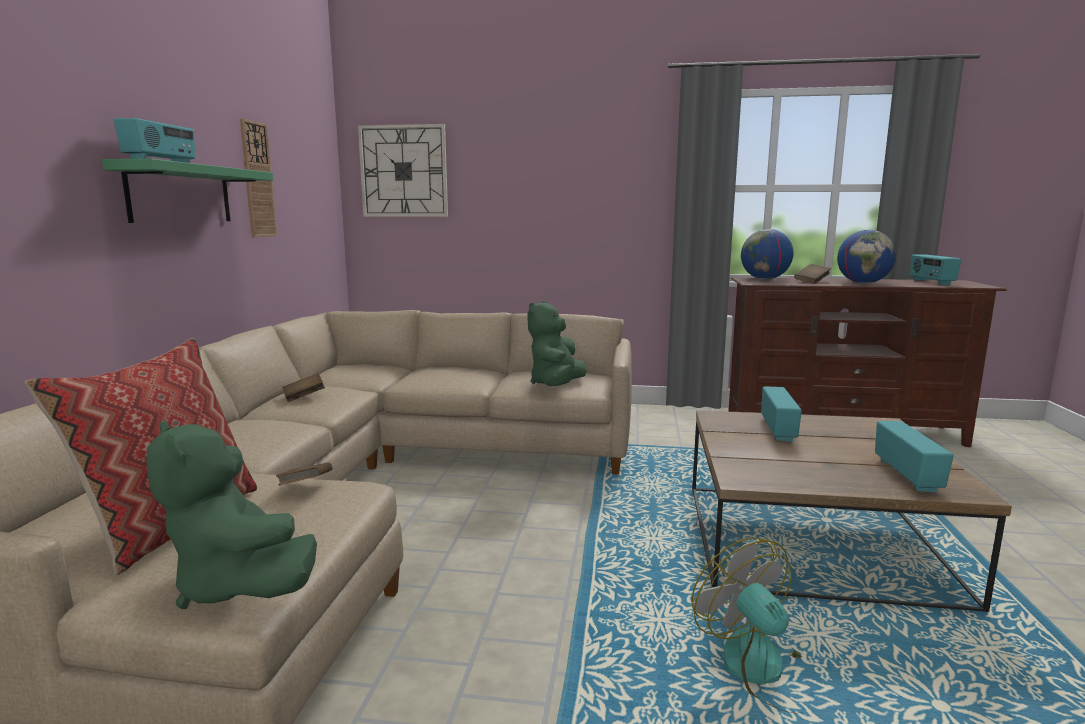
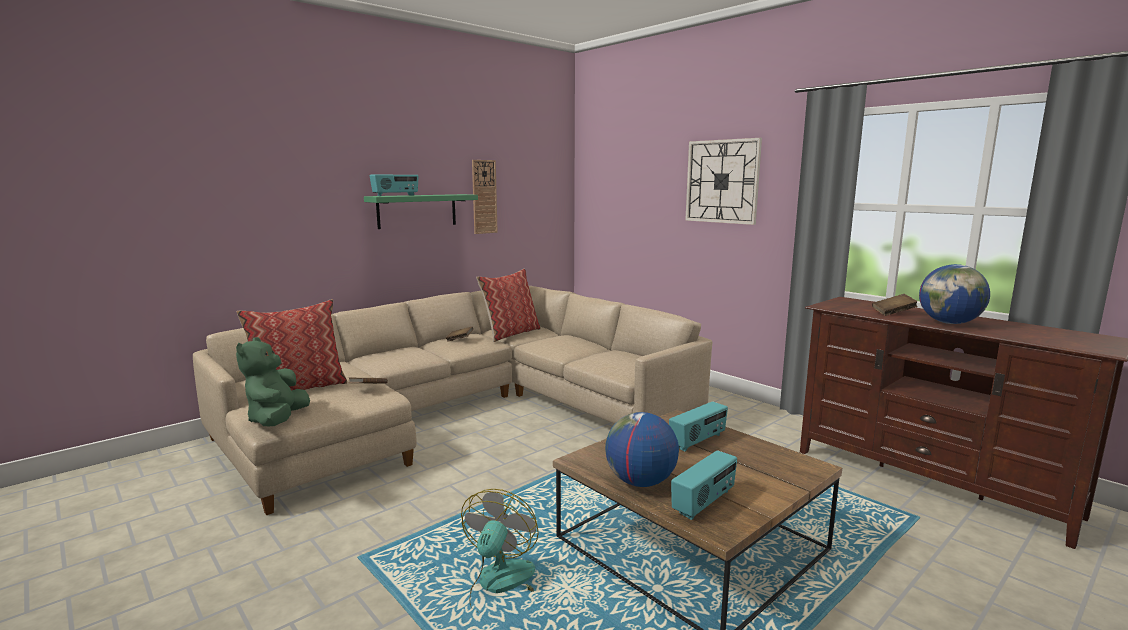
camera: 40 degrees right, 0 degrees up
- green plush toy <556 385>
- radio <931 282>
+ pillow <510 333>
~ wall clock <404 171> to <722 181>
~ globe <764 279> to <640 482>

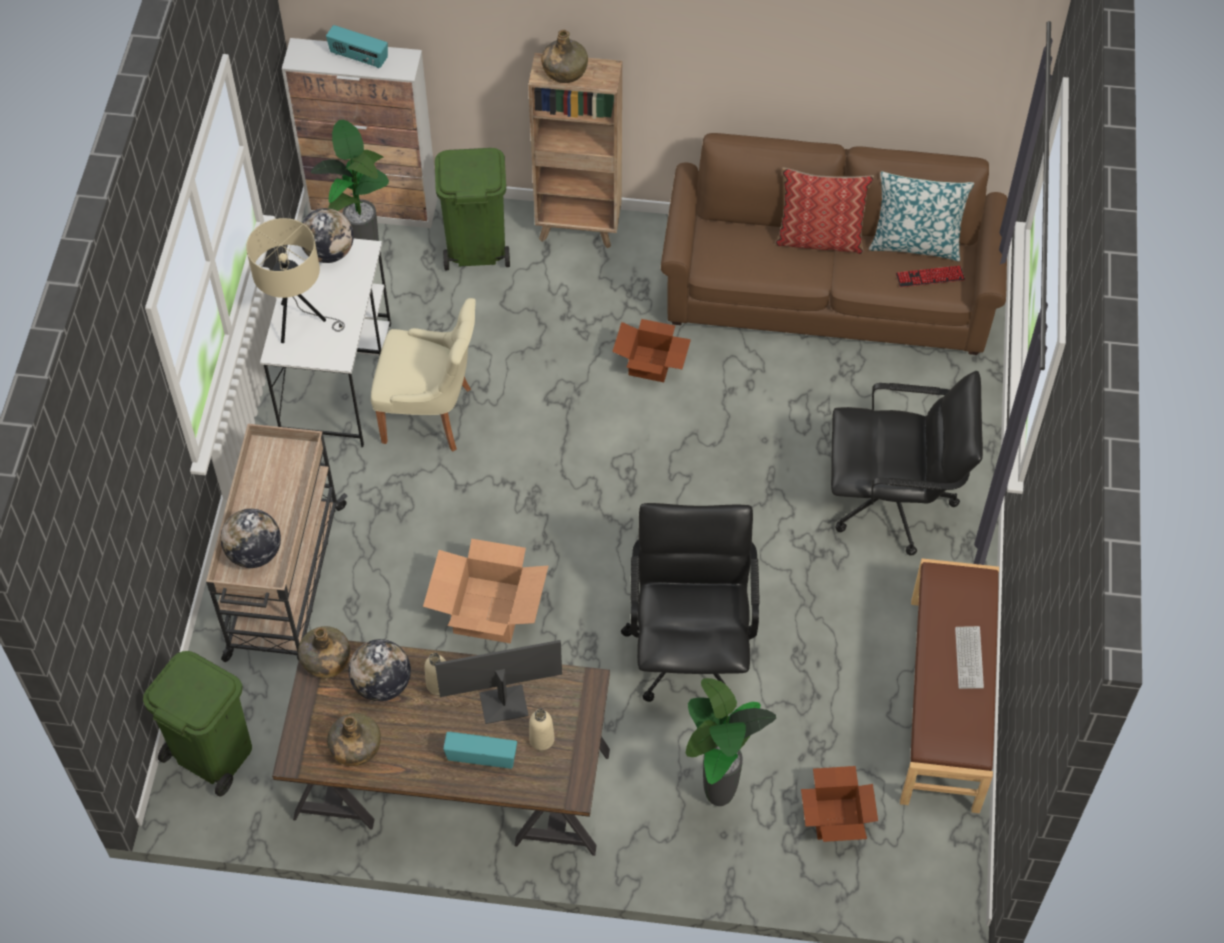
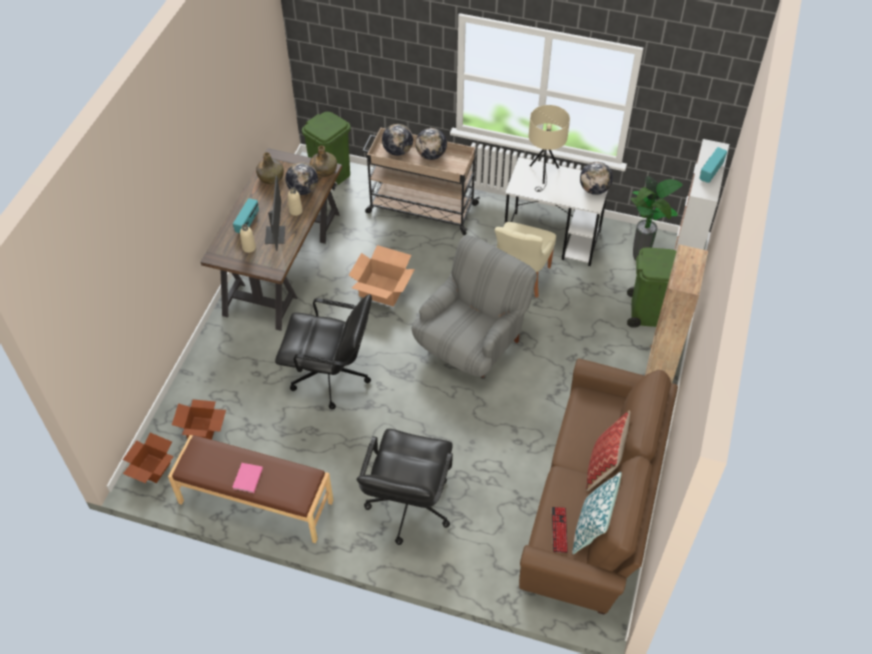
camera: 100 degrees right, 5 degrees down
- green bottle <565 71>
- potted plant <718 799>
+ grey armchair <471 343>
+ globe <431 155>
~ cardboard box <651 365> to <151 469>
~ keyboard <969 658> to pink book <247 479>

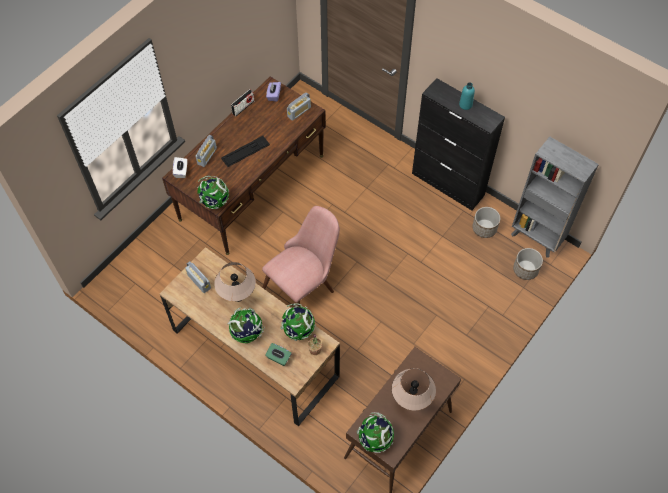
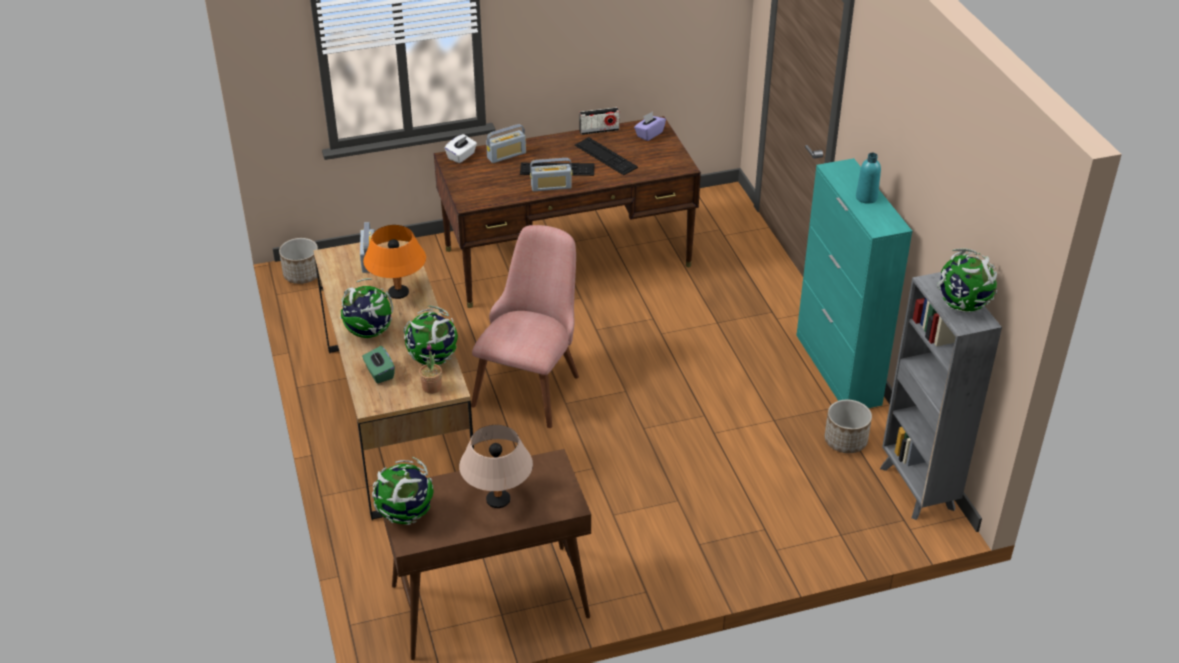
camera: 35 degrees right, 20 degrees down
+ keyboard <605 156>
~ globe <214 202> to <962 305>
~ radio <299 112> to <551 186>
~ planter <525 269> to <302 274>
~ beige table lamp <238 296> to orange table lamp <398 293>
~ black cabinet <448 184> to turquoise cabinet <838 370>
~ pink chair <304 285> = <532 382> 60 degrees counterclockwise

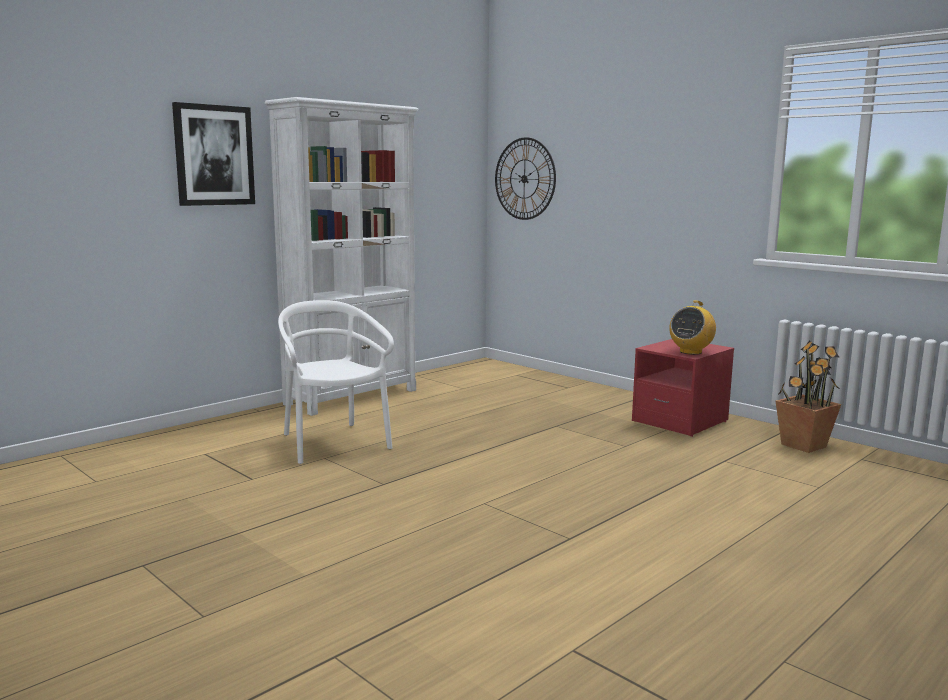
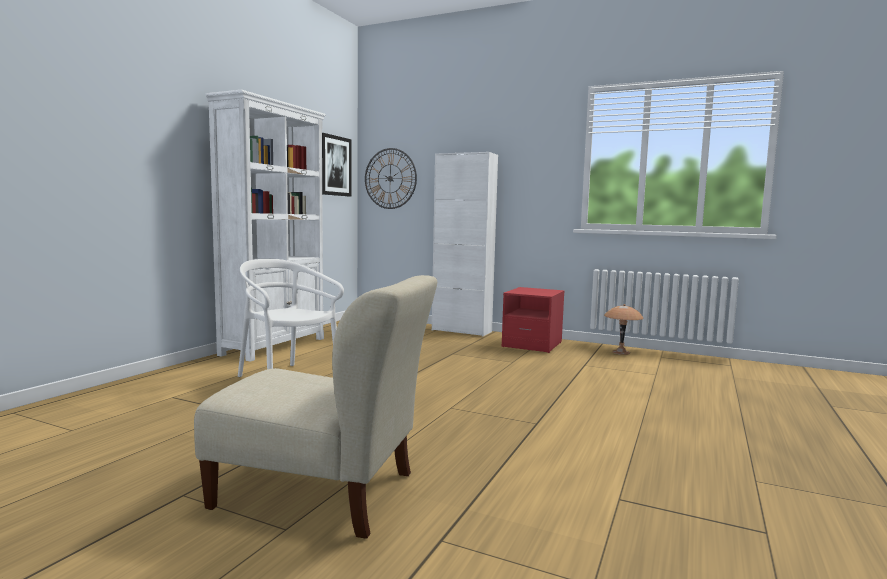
camera: 20 degrees left, 5 degrees down
- radio <690 352>
+ beige chair <323 493>
+ white cabinet <461 331>
~ picture <214 155> to <335 166>
~ potted plant <803 445> to brown table lamp <621 352>

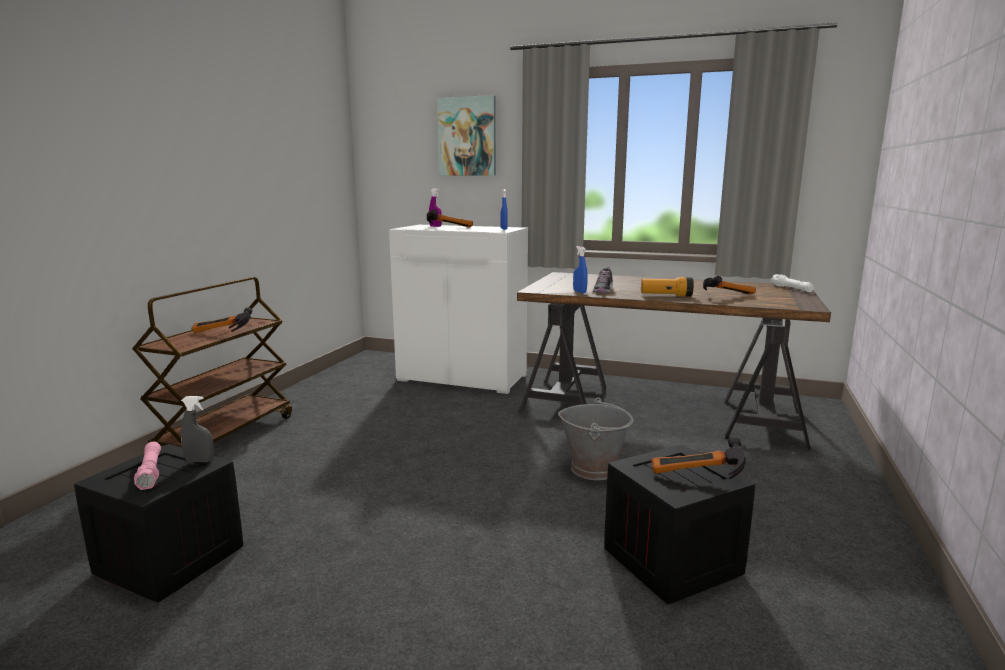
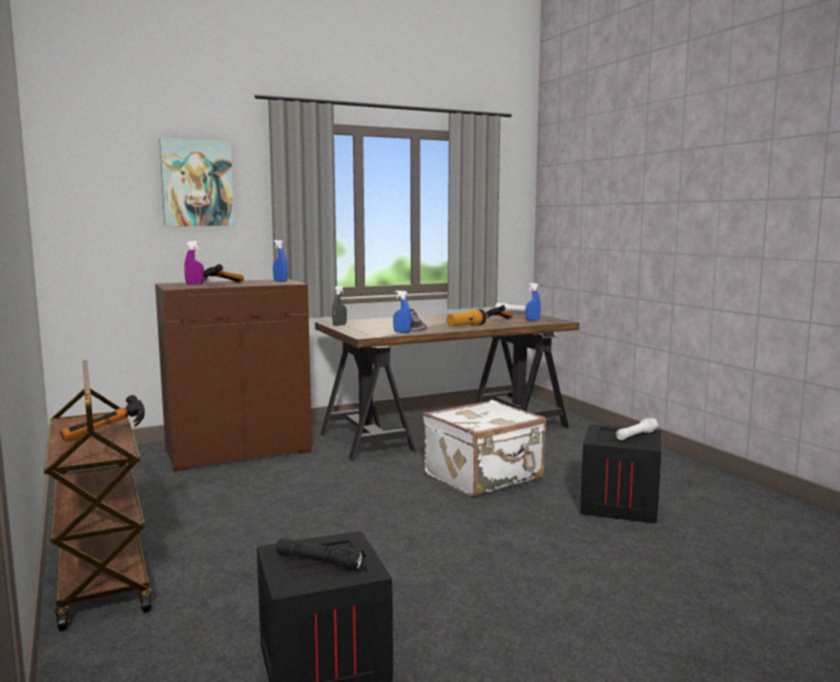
camera: 45 degrees left, 5 degrees down
+ blue spray bottle <532 320>
~ grey spray bottle <199 461> to <339 325>
~ grey bucket <594 468> to white suitcase <485 477>
~ hammer <697 477> to white flashlight <636 435>
~ pink flashlight <150 472> to black flashlight <320 562>
~ white cabinet <463 377> to brown cabinet <239 451>

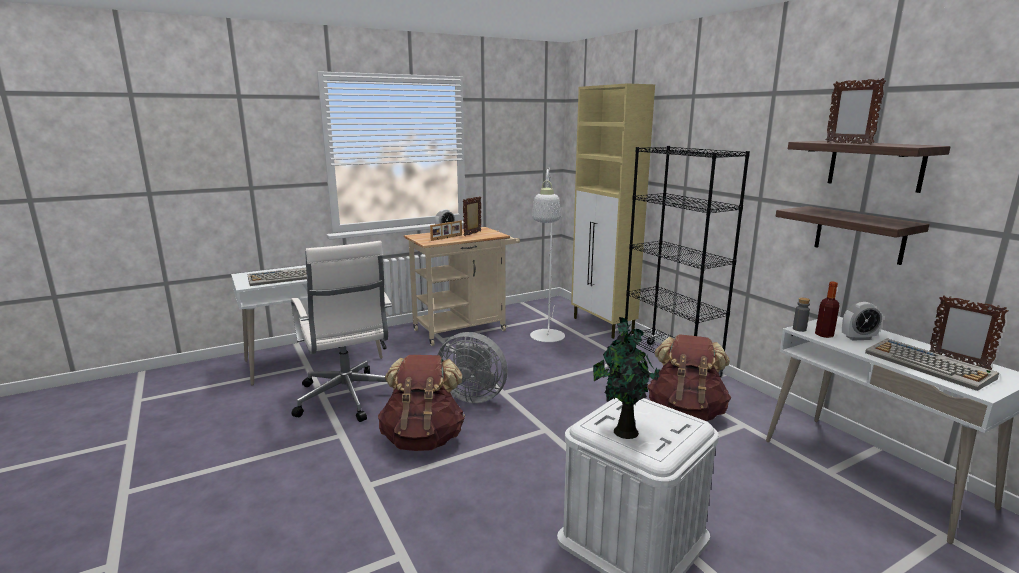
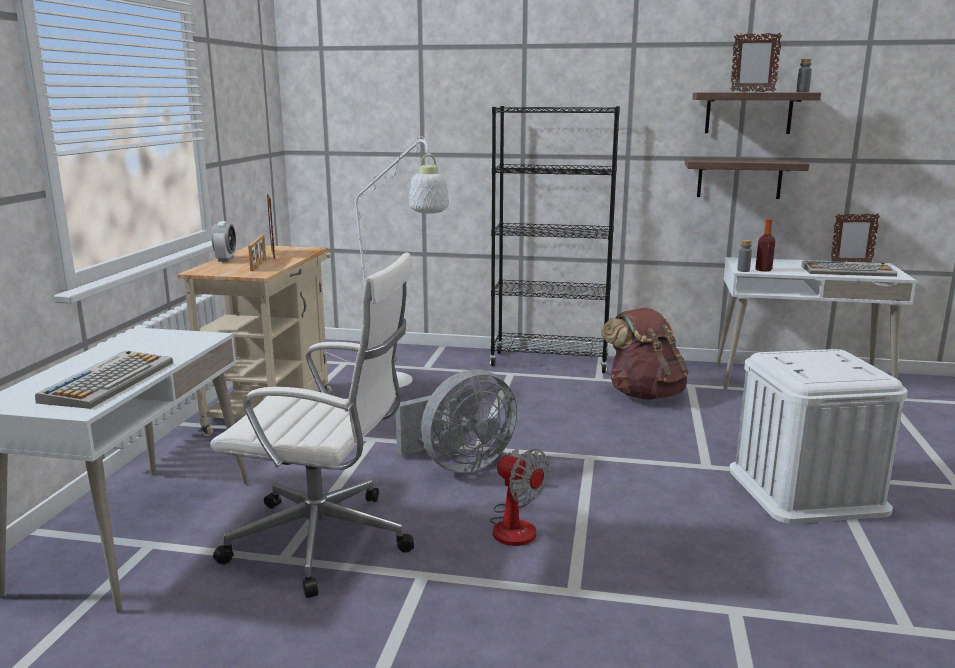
camera: 50 degrees left, 0 degrees up
- beige cabinet <603 326>
- potted plant <623 431>
- alarm clock <858 338>
+ grey bottle <802 92>
~ brown backpack <423 439> to fan <515 524>

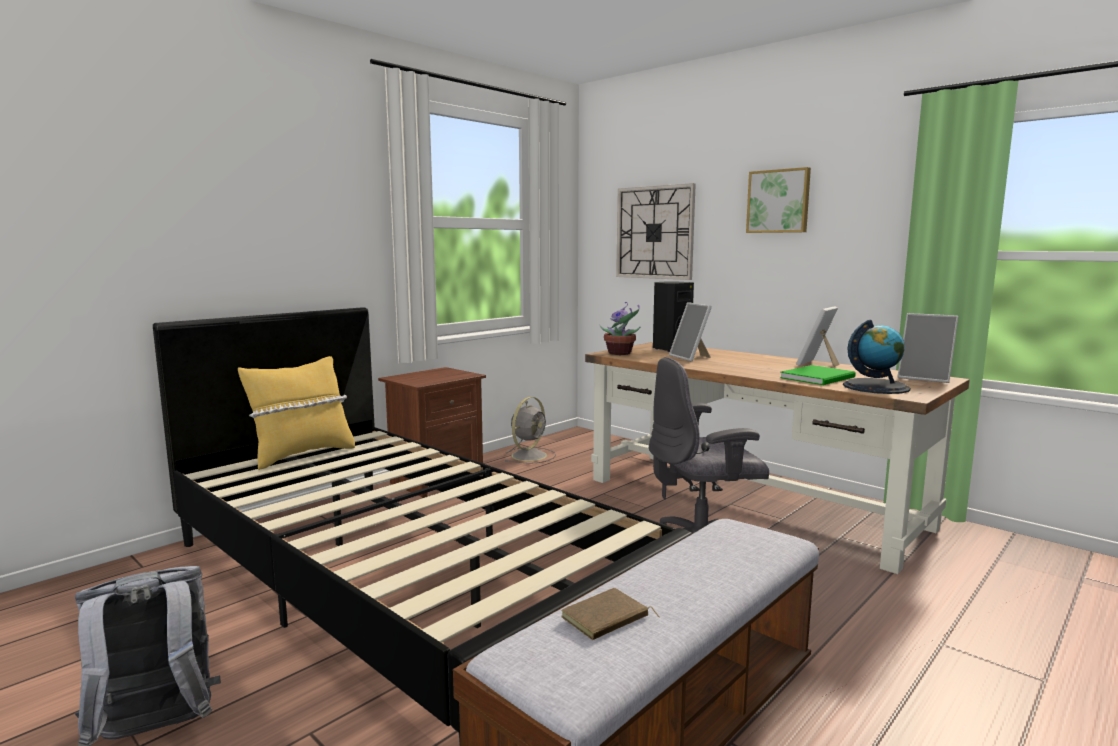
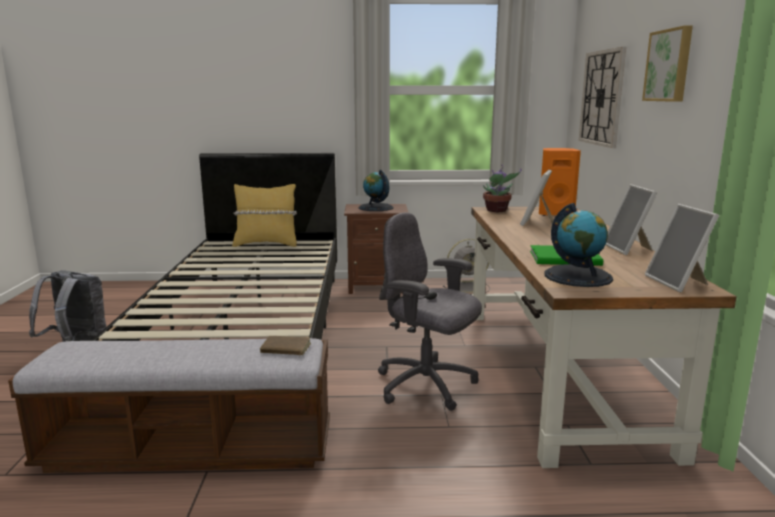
camera: 45 degrees right, 5 degrees up
+ globe <375 207>
~ brown book <606 619> to <285 349>
~ black speaker <670 349> to orange speaker <555 214>
~ picture frame <818 364> = <628 249> 90 degrees counterclockwise

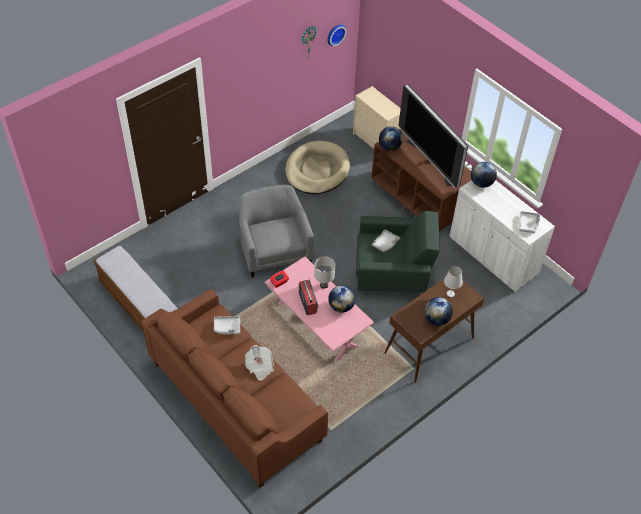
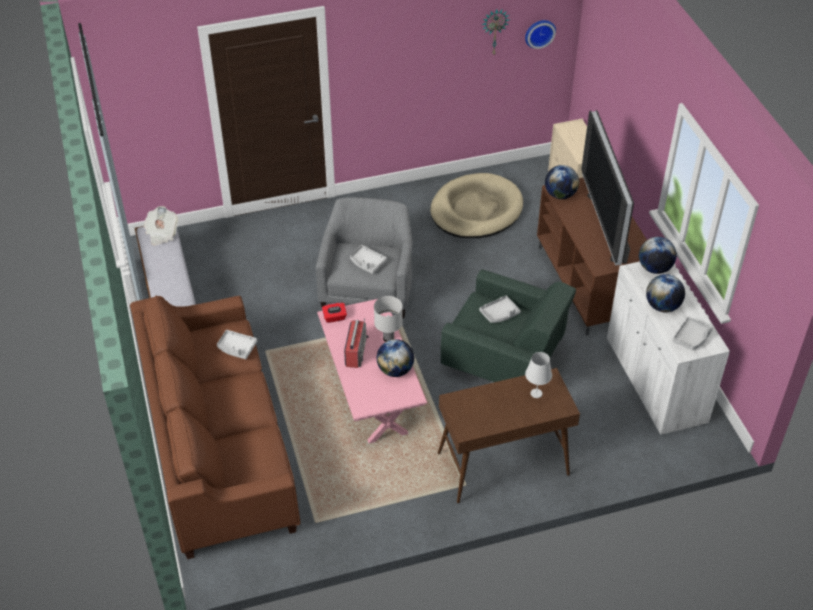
camera: 25 degrees right, 5 degrees down
+ grey tray <367 263>
~ newspaper <259 367> to <161 233>
~ globe <437 319> to <662 306>

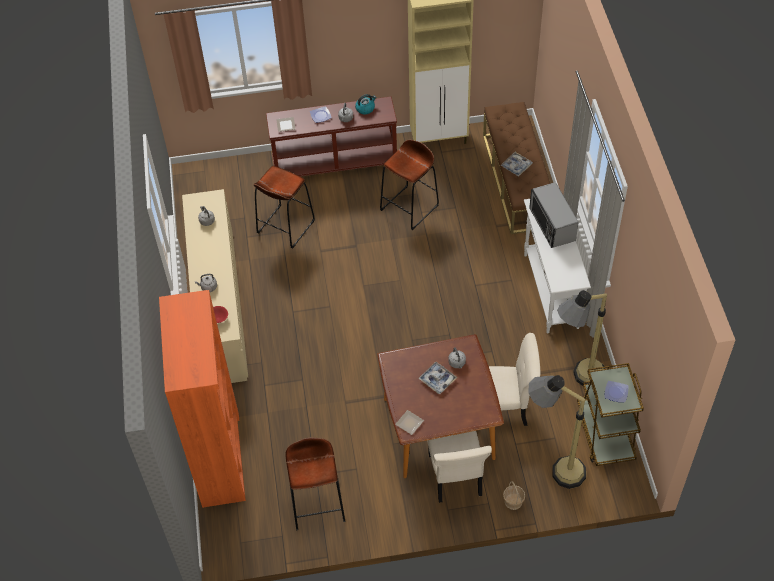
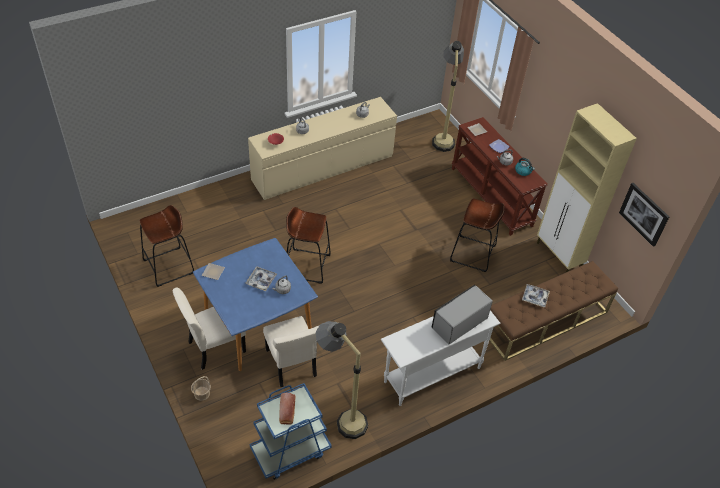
camera: 65 degrees right, 5 degrees down
- orange bookcase <221 458>
+ picture <644 214>
~ brown stool <285 226> to <307 265>
~ floor lamp <553 468> to <442 136>
~ plate <616 393> to bread <287 413>
~ brown dining table <438 429> to blue dining table <257 325>
~ brown cart <605 434> to blue cart <290 451>

